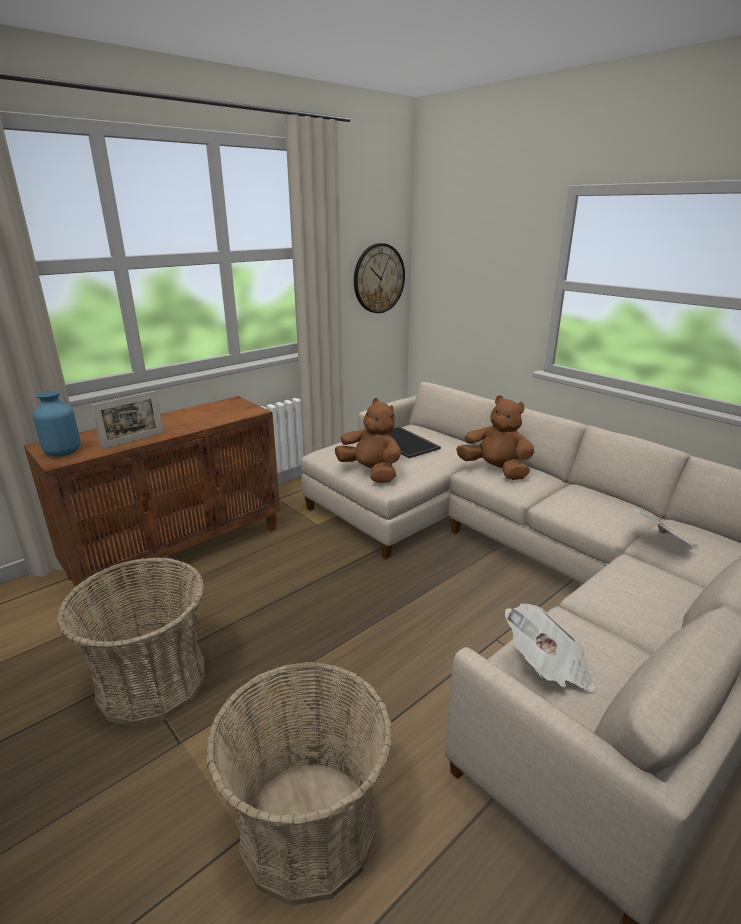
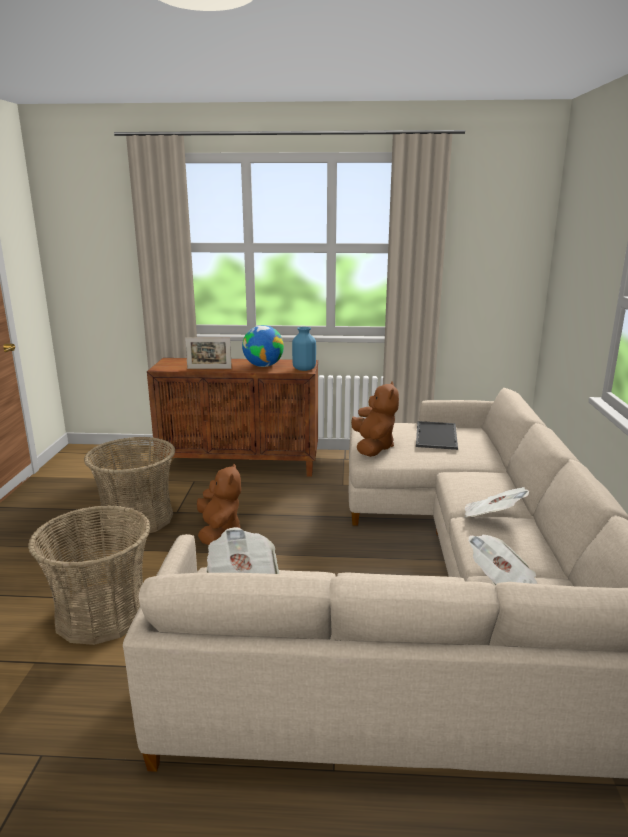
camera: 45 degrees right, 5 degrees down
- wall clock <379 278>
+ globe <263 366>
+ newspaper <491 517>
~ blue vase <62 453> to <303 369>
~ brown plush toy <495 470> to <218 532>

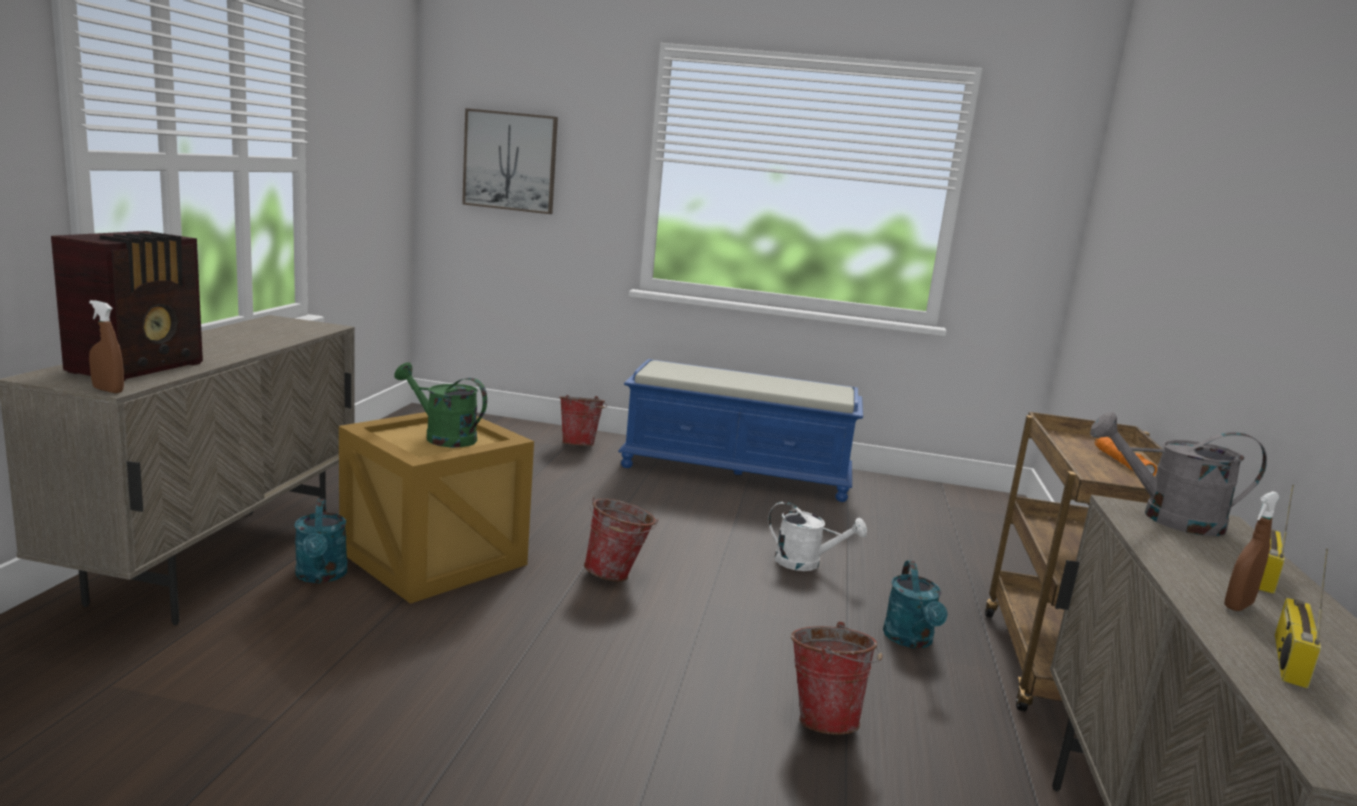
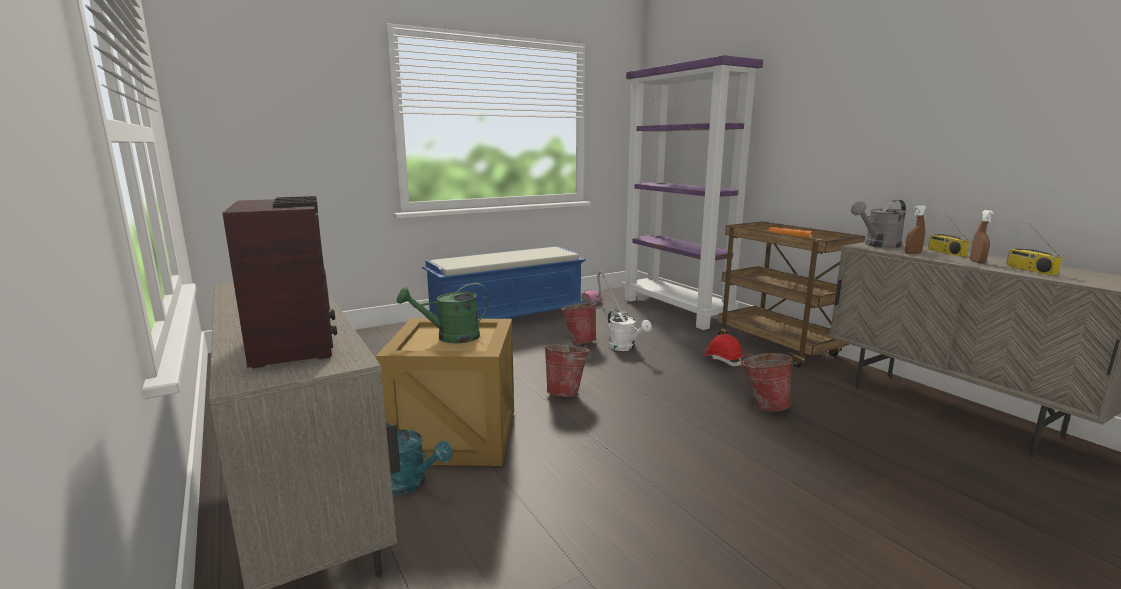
camera: 40 degrees left, 0 degrees up
- picture <510 161>
+ vacuum cleaner <603 307>
+ purple bookcase <676 310>
~ brown spray bottle <108 390> to <912 253>
~ bucket <580 444> to <580 341>
~ turquoise watering can <911 640> to red hard hat <722 360>
~ white watering can <806 563> = <625 348> 75 degrees clockwise

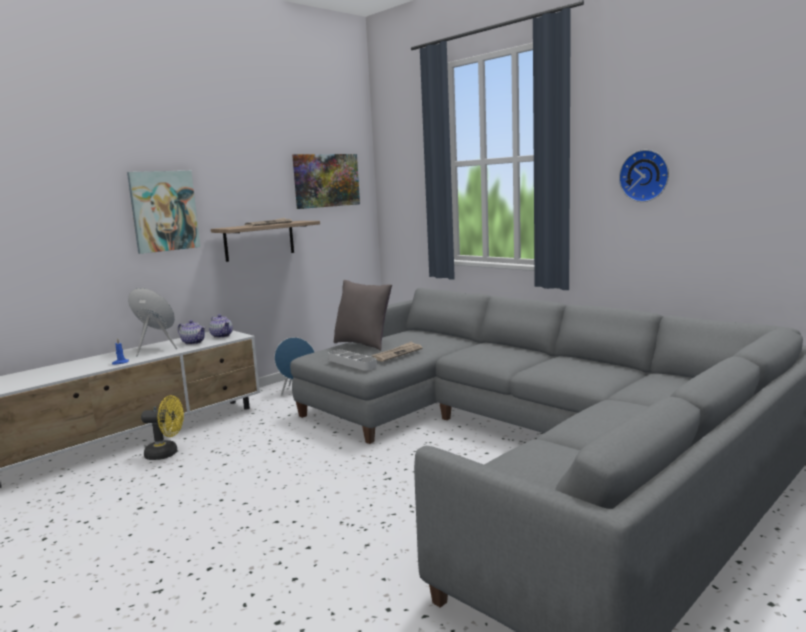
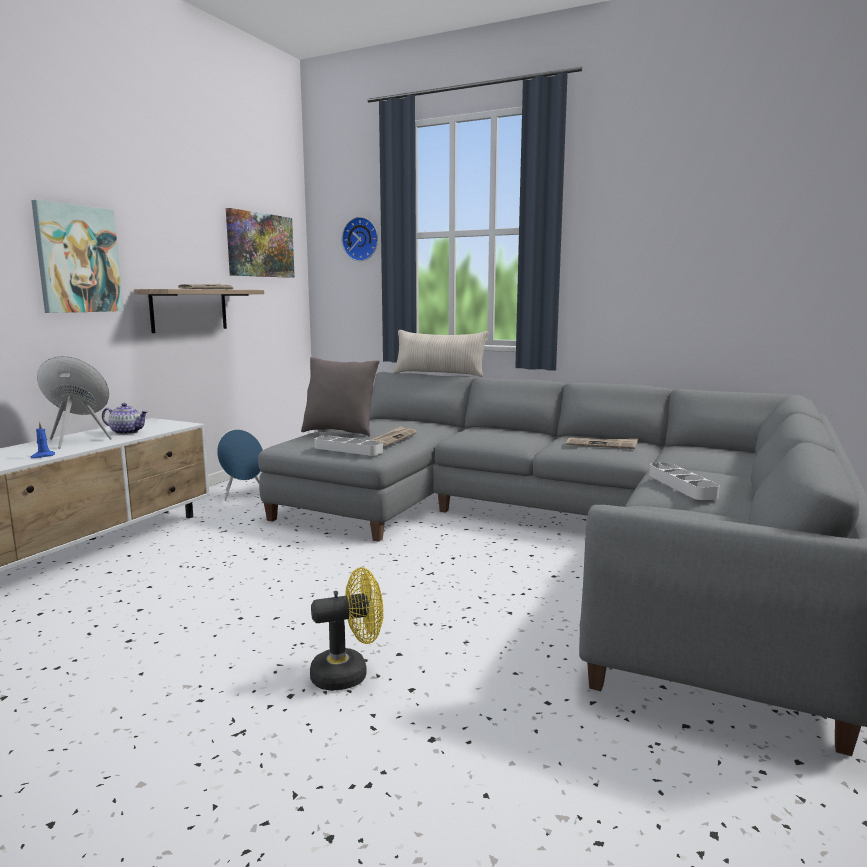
camera: 20 degrees left, 0 degrees up
- teapot <222 336>
+ beige pillow <439 374>
+ newspaper <601 445>
+ grey tray <681 486>
~ yellow fan <167 454> to <348 673>
~ wall clock <645 176> to <361 239>

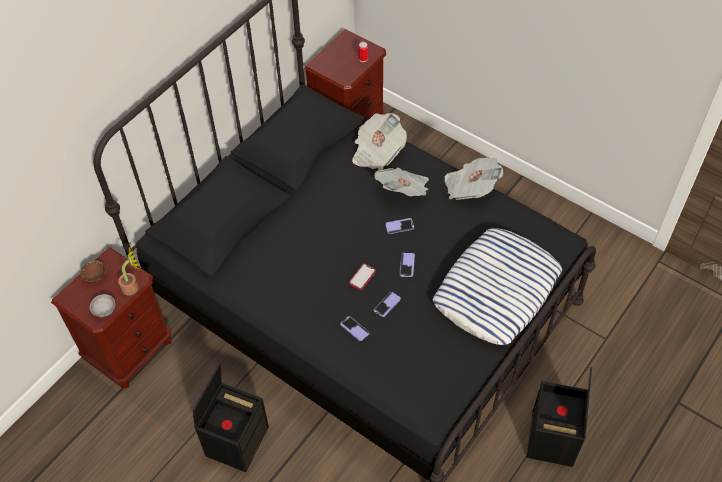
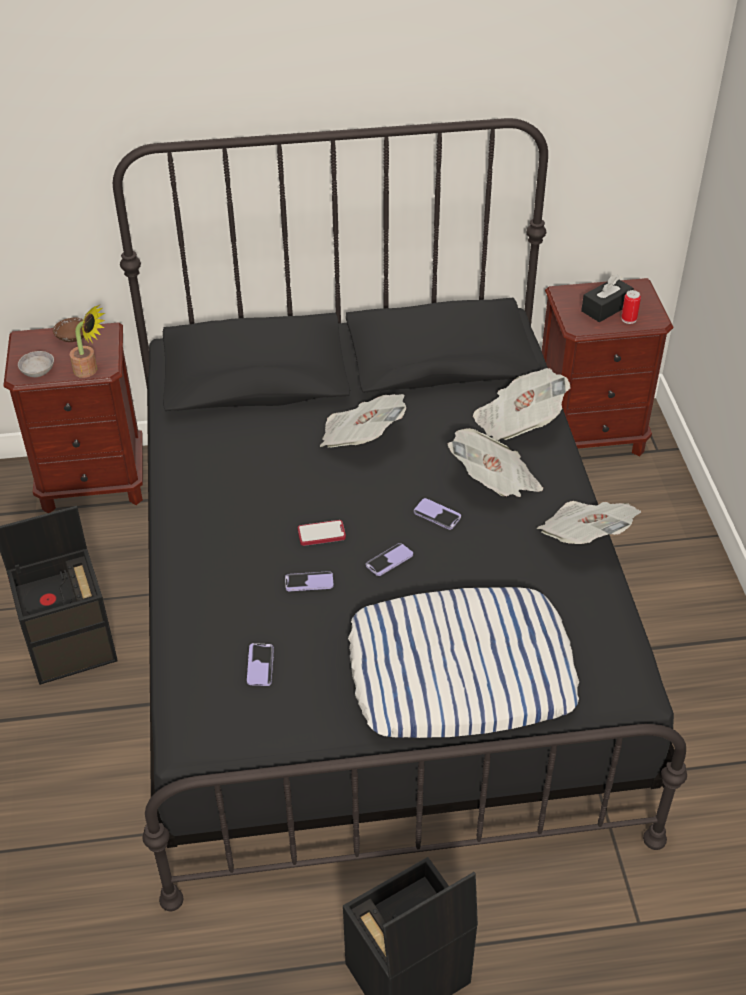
camera: 45 degrees right, 10 degrees down
+ newspaper <361 438>
+ black tissue box <606 308>
~ phone <354 329> to <260 665>

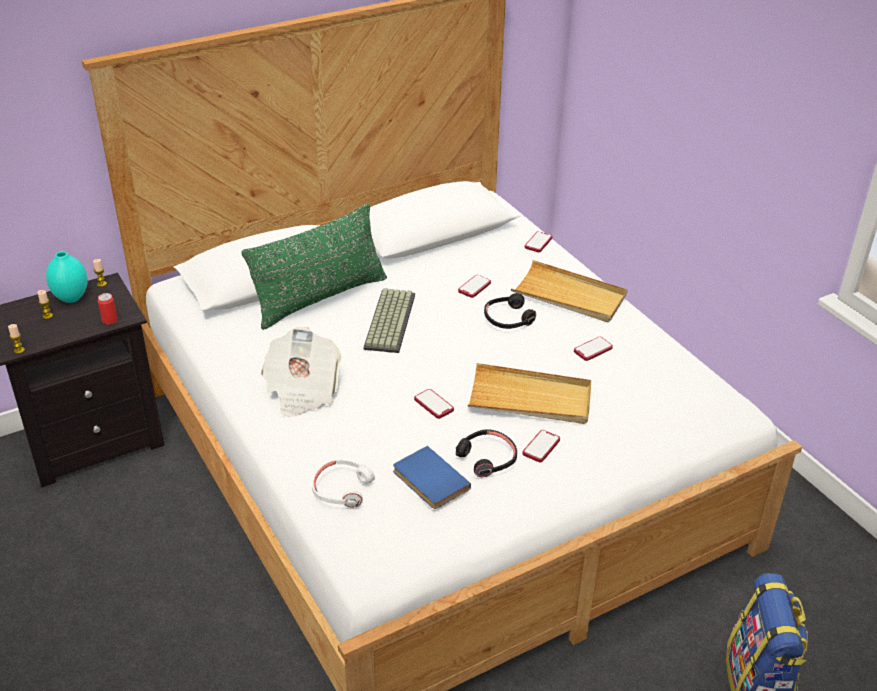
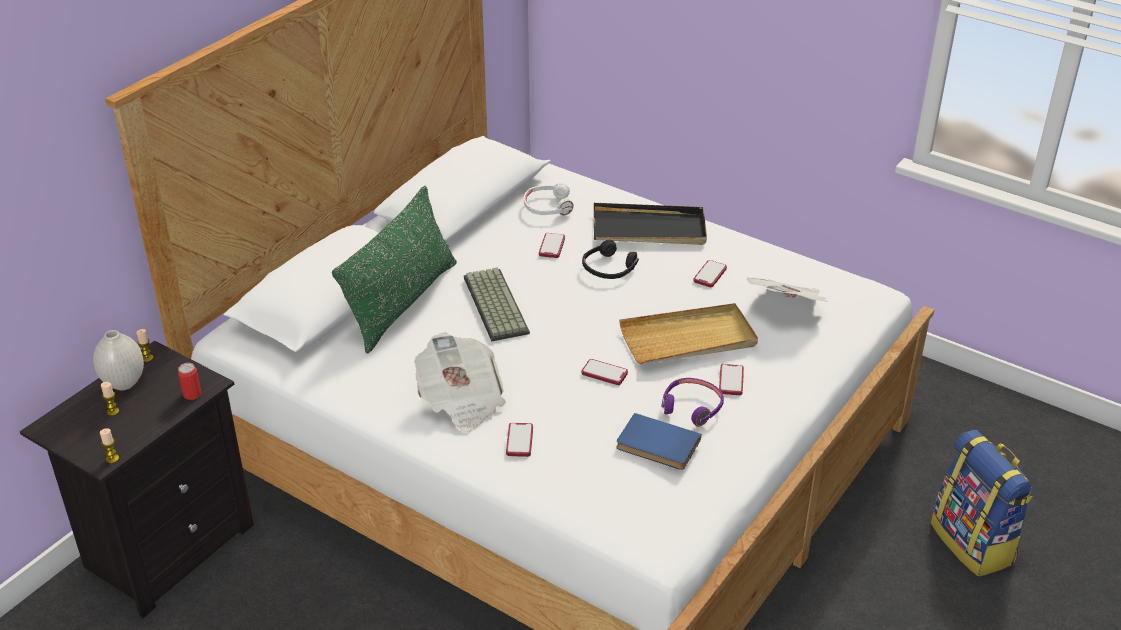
camera: 25 degrees left, 0 degrees up
+ newspaper <788 307>
~ white headphones <342 489> to <547 207>
~ phone <538 243> to <519 441>
~ turquoise vase <71 298> to white vase <123 384>
~ black headphones <487 458> to purple headphones <692 407>
~ beige tray <569 296> to black tray <649 229>

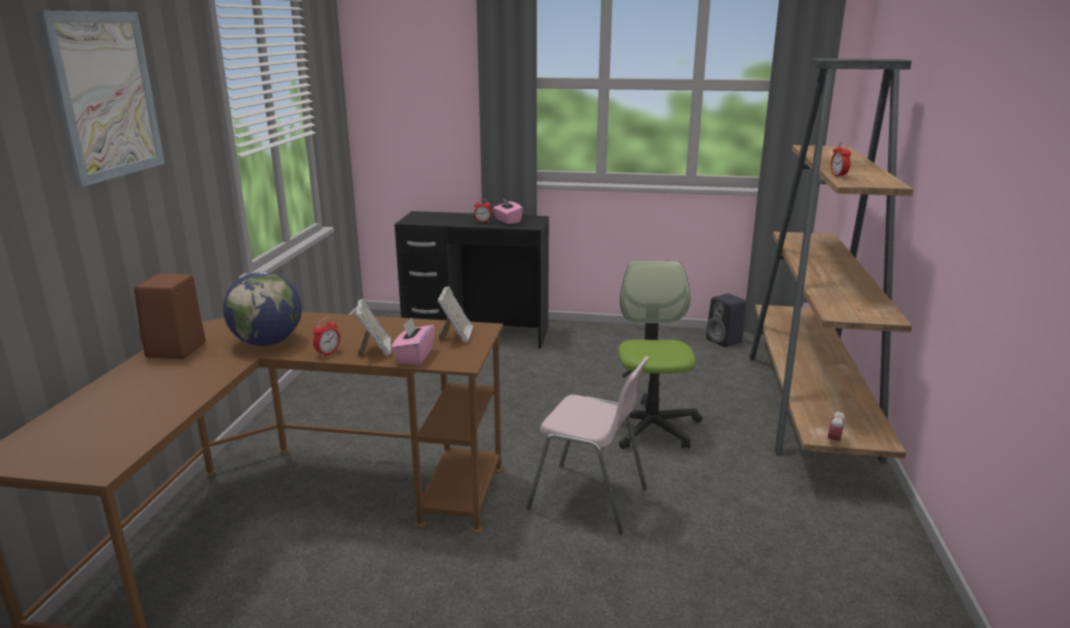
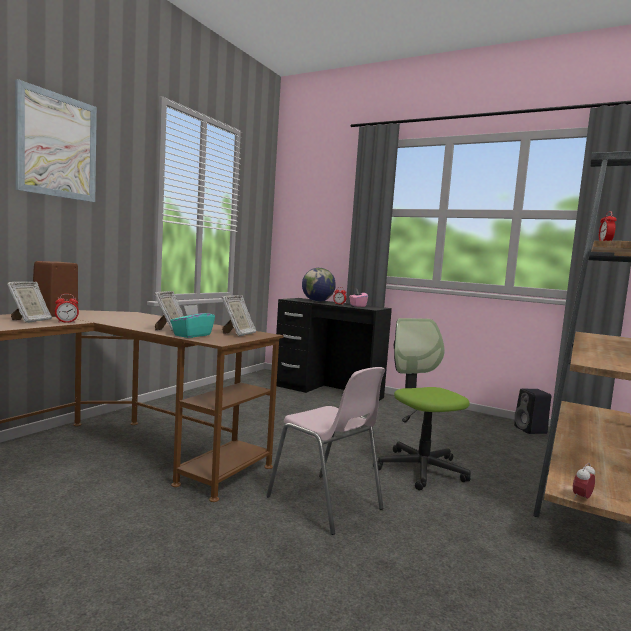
camera: 20 degrees right, 15 degrees down
+ picture frame <30 320>
~ globe <268 342> to <317 301>
~ alarm clock <328 353> to <66 322>
~ pink tissue box <414 356> to turquoise tissue box <192 335>
~ office chair <650 427> = <420 469> 45 degrees counterclockwise

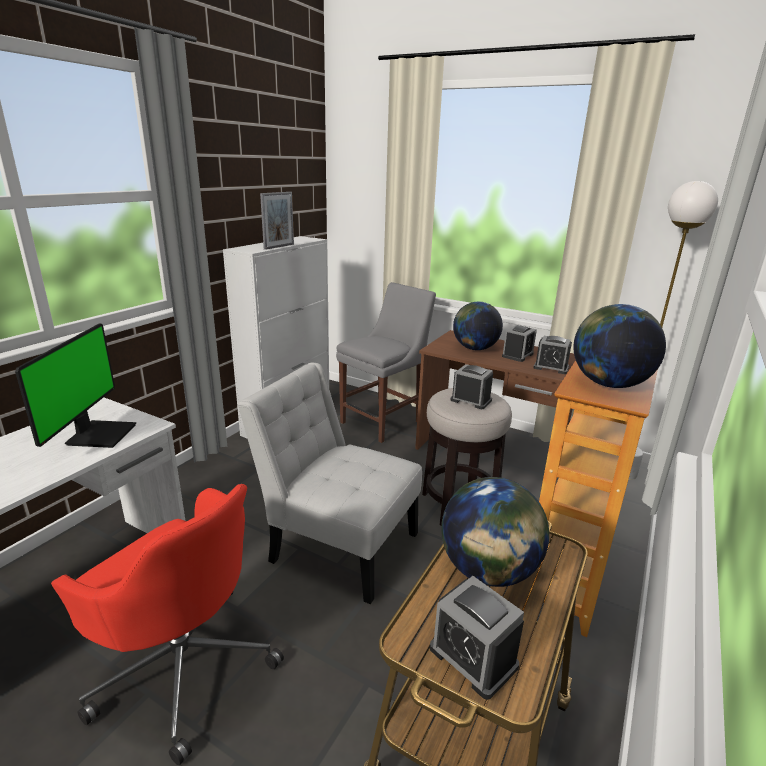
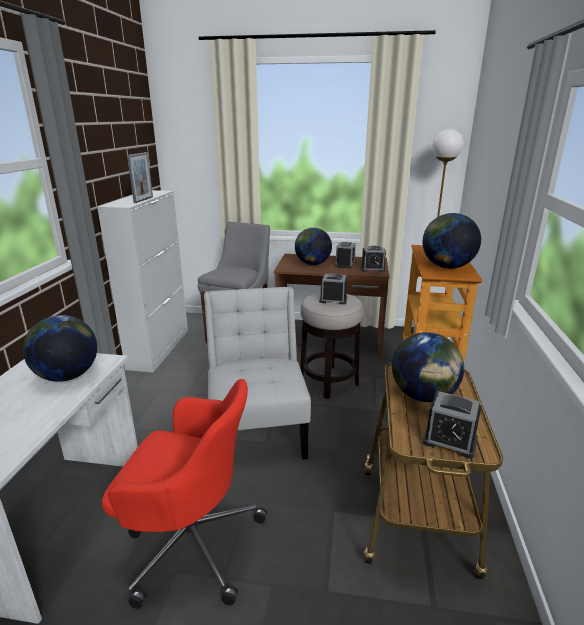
camera: 20 degrees left, 0 degrees up
~ monitor <99 434> to globe <67 376>
~ white chair <338 543> = <258 428> 75 degrees clockwise

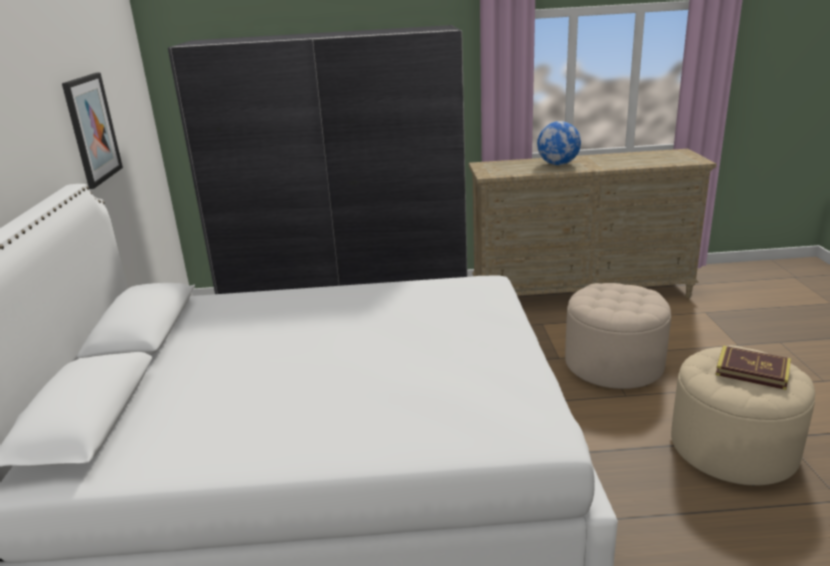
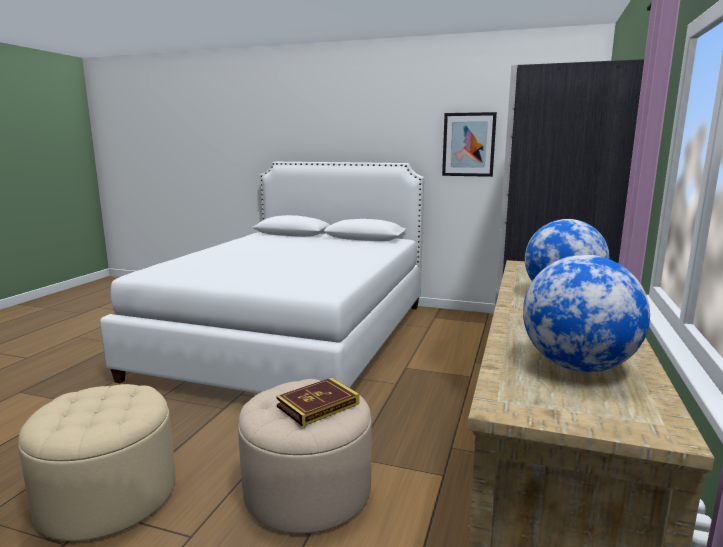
camera: 110 degrees right, 10 degrees down
+ globe <577 366>
~ book <752 371> to <318 405>

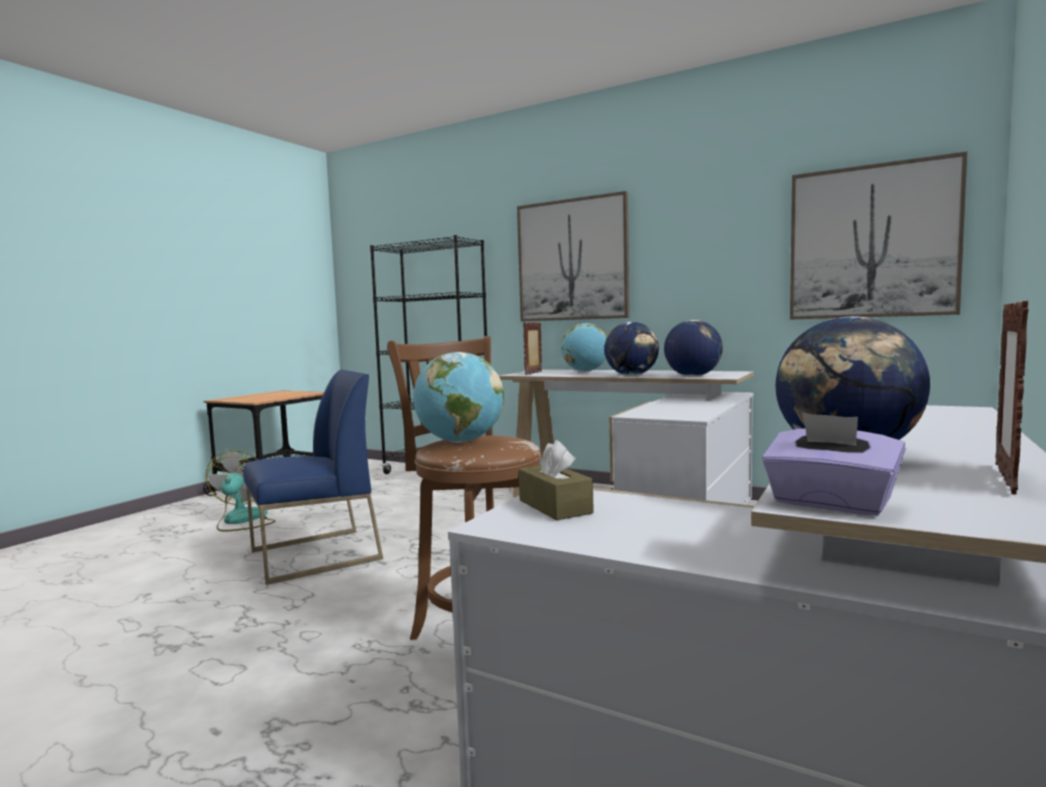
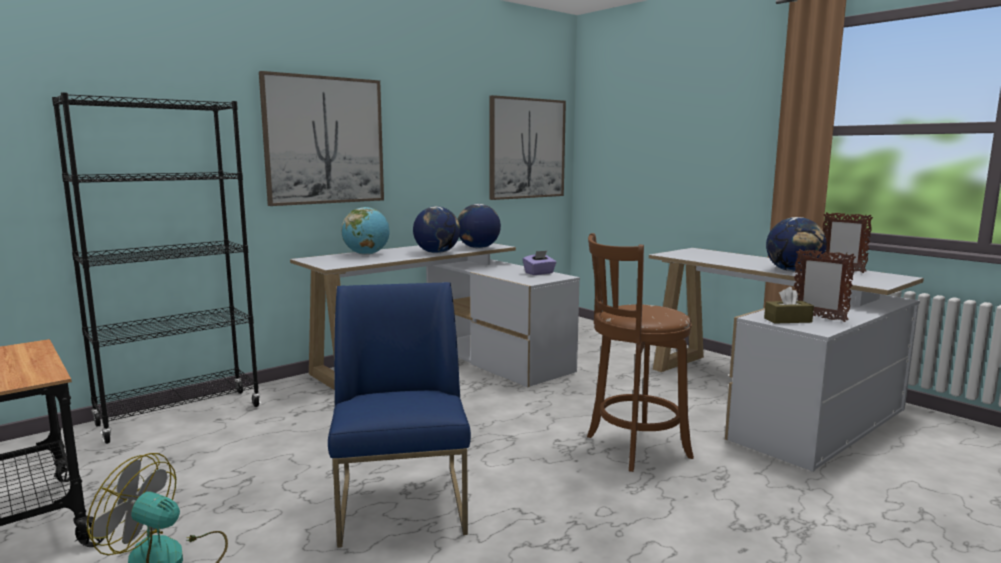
camera: 70 degrees left, 5 degrees up
- globe <460 442>
~ picture frame <534 373> to <818 317>
~ purple tissue box <830 503> to <539 273>

